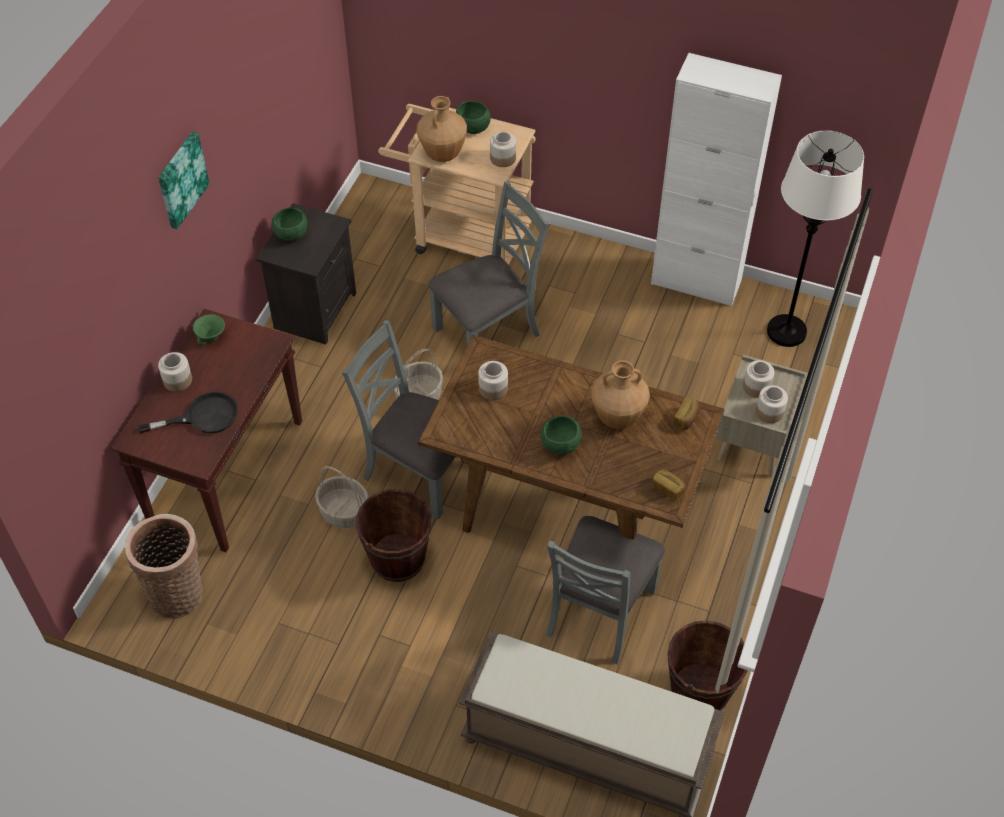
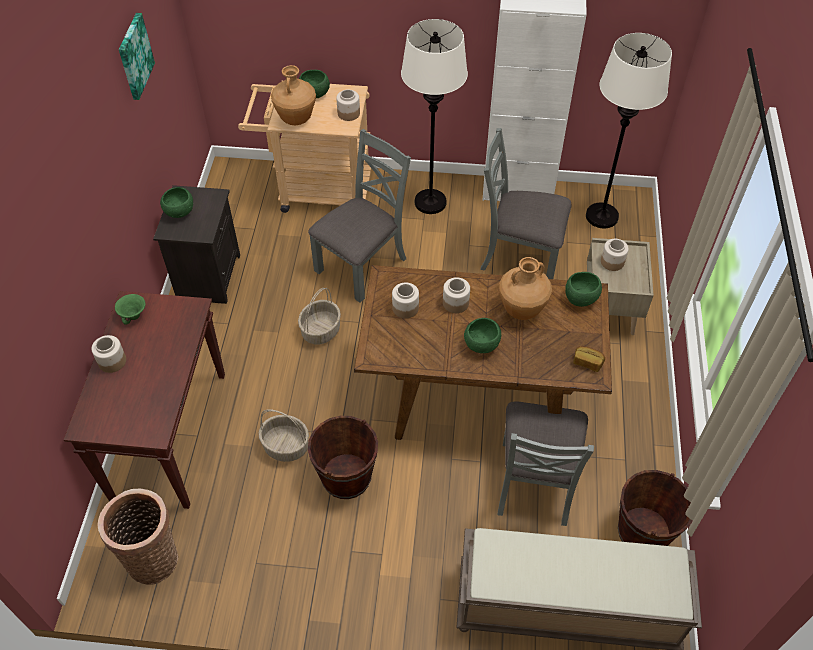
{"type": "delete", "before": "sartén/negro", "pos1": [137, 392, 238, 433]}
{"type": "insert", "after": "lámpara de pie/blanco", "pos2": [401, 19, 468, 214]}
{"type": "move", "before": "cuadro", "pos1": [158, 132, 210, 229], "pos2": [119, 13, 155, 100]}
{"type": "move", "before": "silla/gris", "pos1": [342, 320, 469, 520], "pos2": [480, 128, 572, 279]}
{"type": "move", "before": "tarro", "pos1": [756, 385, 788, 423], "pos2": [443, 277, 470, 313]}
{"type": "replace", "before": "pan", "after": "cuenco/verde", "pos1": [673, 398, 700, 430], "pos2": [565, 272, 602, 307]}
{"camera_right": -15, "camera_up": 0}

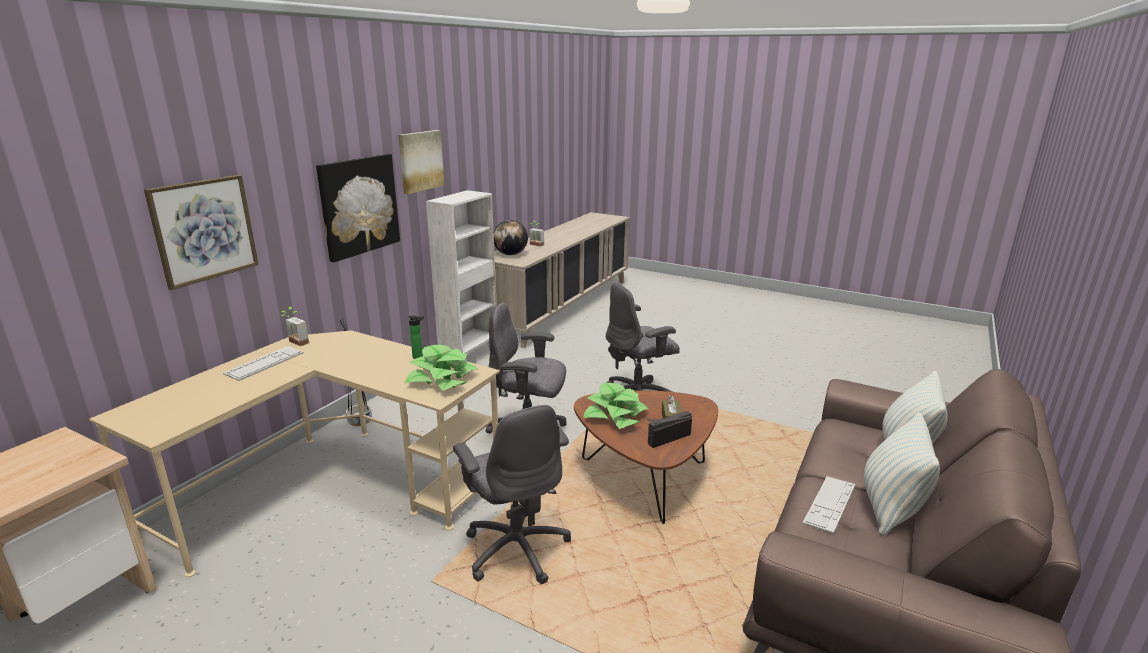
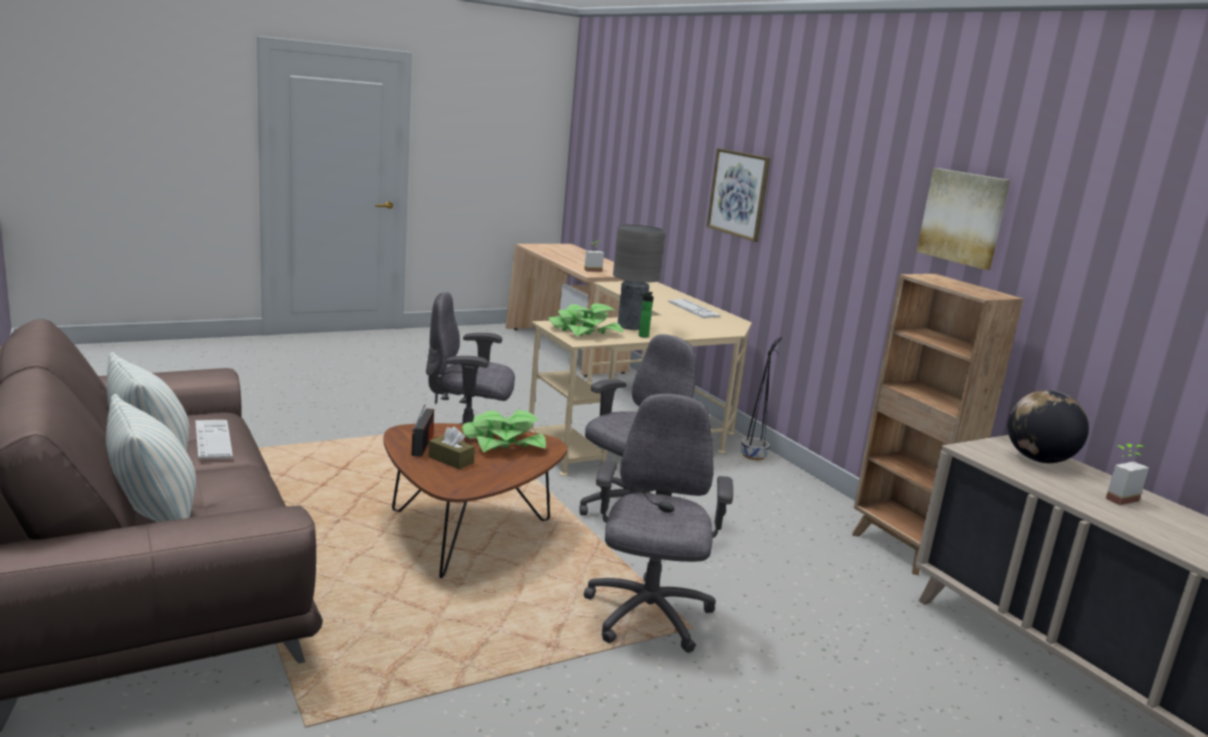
{"type": "delete", "before": "cuadro", "pos1": [316, 154, 400, 262]}
{"type": "insert", "after": "lámpara de mesa/gris", "pos2": [613, 224, 666, 330]}
{"type": "move", "before": "planta en maceta", "pos1": [281, 307, 309, 346], "pos2": [584, 241, 604, 272]}
{"type": "recolor", "before": "estantería/blanco", "after": "estantería/marrón", "pos1": [426, 190, 497, 361], "pos2": [852, 274, 1024, 575]}
{"camera_right": 120, "camera_up": -5}

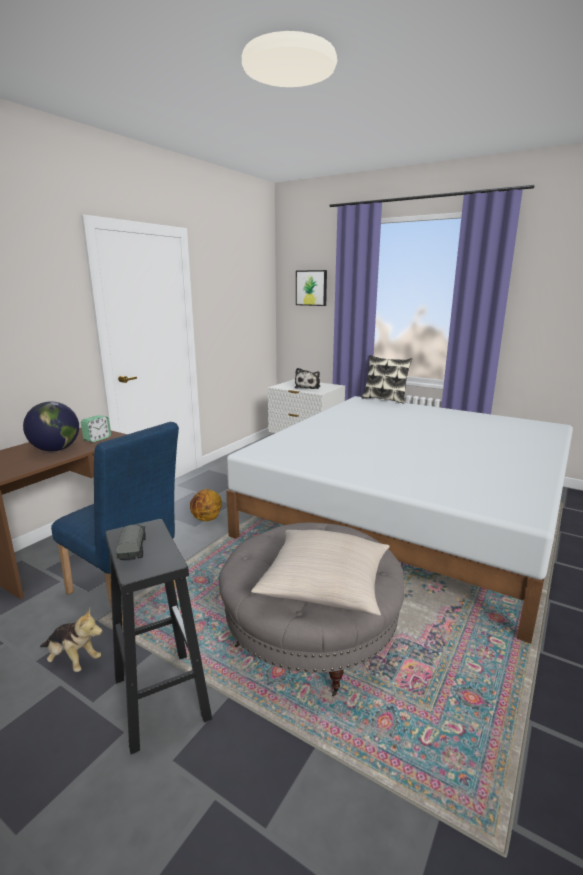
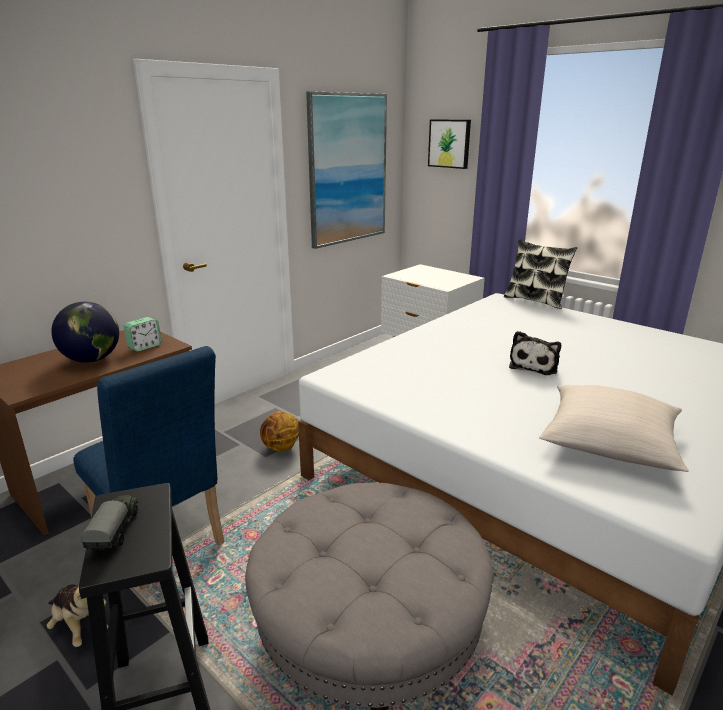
{"type": "insert", "after": "cuadro", "pos2": [306, 91, 387, 249]}
{"type": "move", "before": "cojín/beis", "pos1": [251, 530, 390, 616], "pos2": [539, 385, 689, 472]}
{"type": "move", "before": "peluche", "pos1": [295, 368, 320, 389], "pos2": [509, 331, 561, 375]}
{"camera_right": 10, "camera_up": 5}

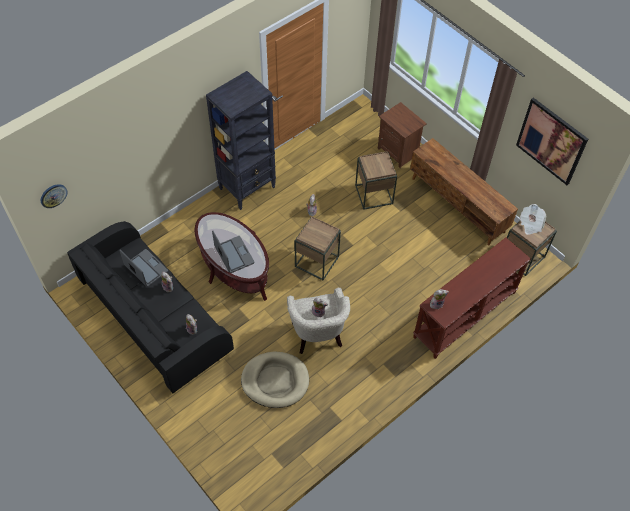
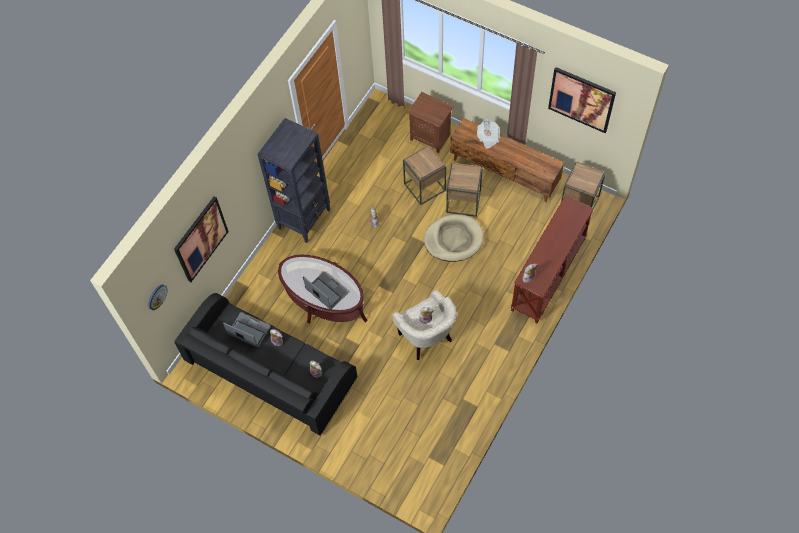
{"type": "insert", "after": "cuadro", "pos2": [174, 196, 229, 282]}
{"type": "move", "before": "cama para perro/beis", "pos1": [241, 351, 309, 408], "pos2": [424, 214, 484, 262]}
{"type": "move", "before": "mesa auxiliar/marrón", "pos1": [295, 216, 341, 280], "pos2": [446, 163, 483, 217]}
{"type": "move", "before": "periódico", "pos1": [520, 204, 547, 235], "pos2": [477, 119, 500, 149]}
{"camera_right": -15, "camera_up": 5}

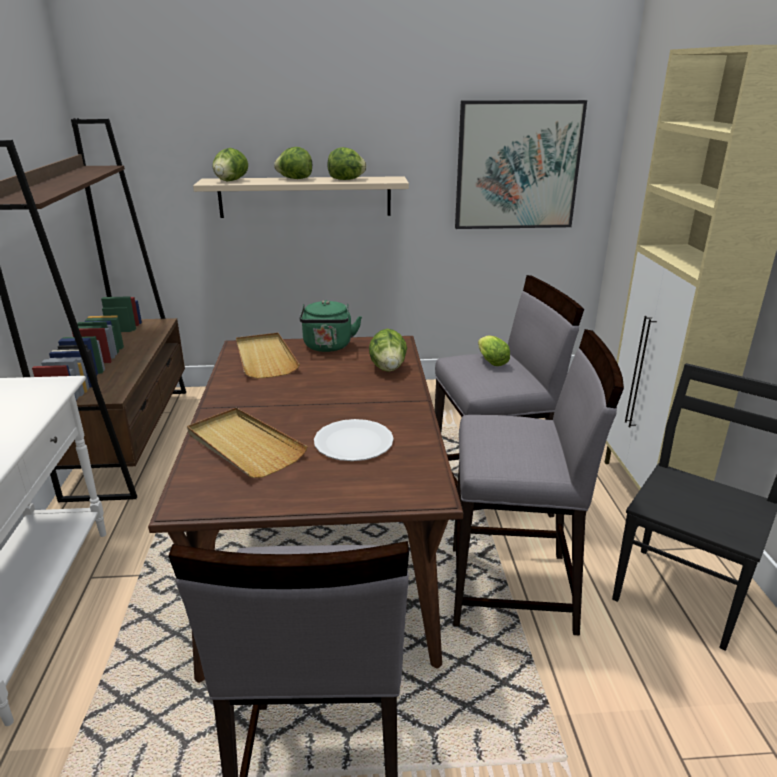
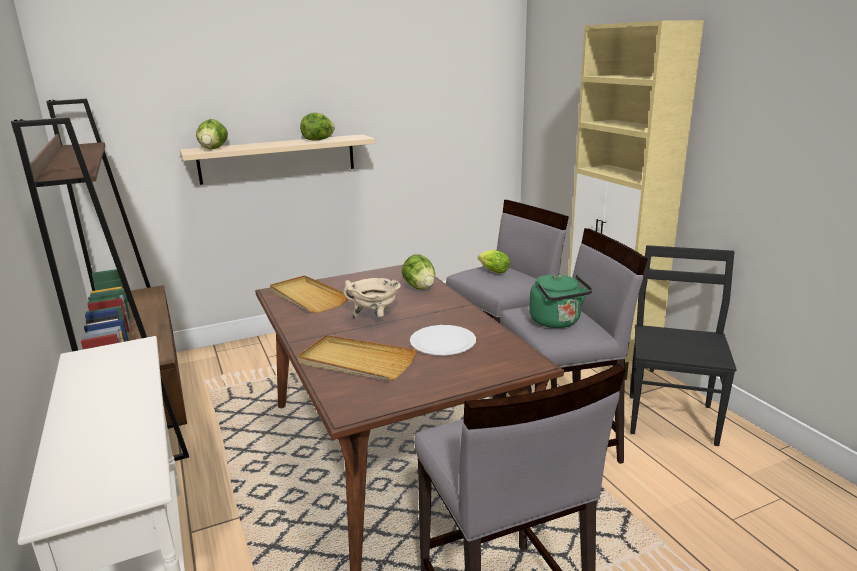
{"type": "delete", "before": "lechuga", "pos1": [274, 147, 312, 179]}
{"type": "delete", "before": "cuadro", "pos1": [455, 100, 587, 229]}
{"type": "insert", "after": "olla/beis", "pos2": [344, 278, 401, 319]}
{"type": "move", "before": "hervidor/verde", "pos1": [300, 300, 362, 352], "pos2": [529, 274, 593, 328]}
{"camera_right": -20, "camera_up": -5}

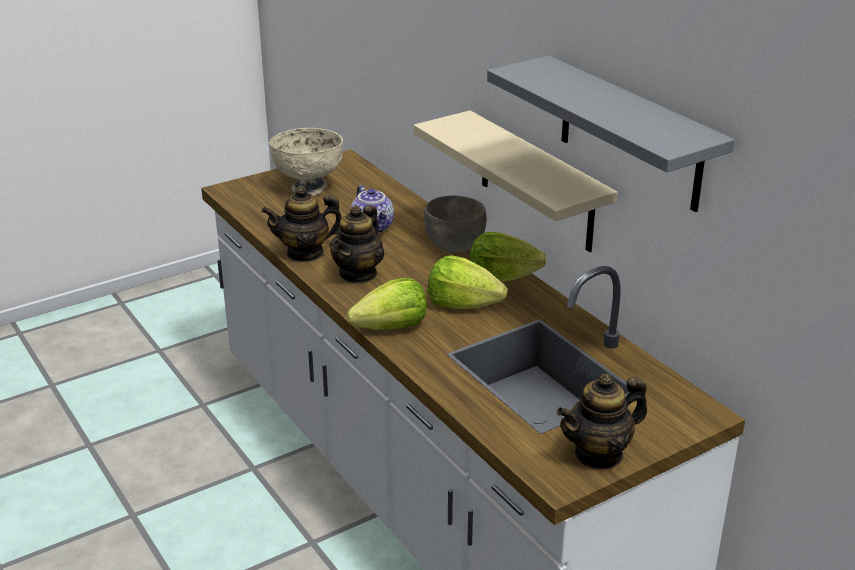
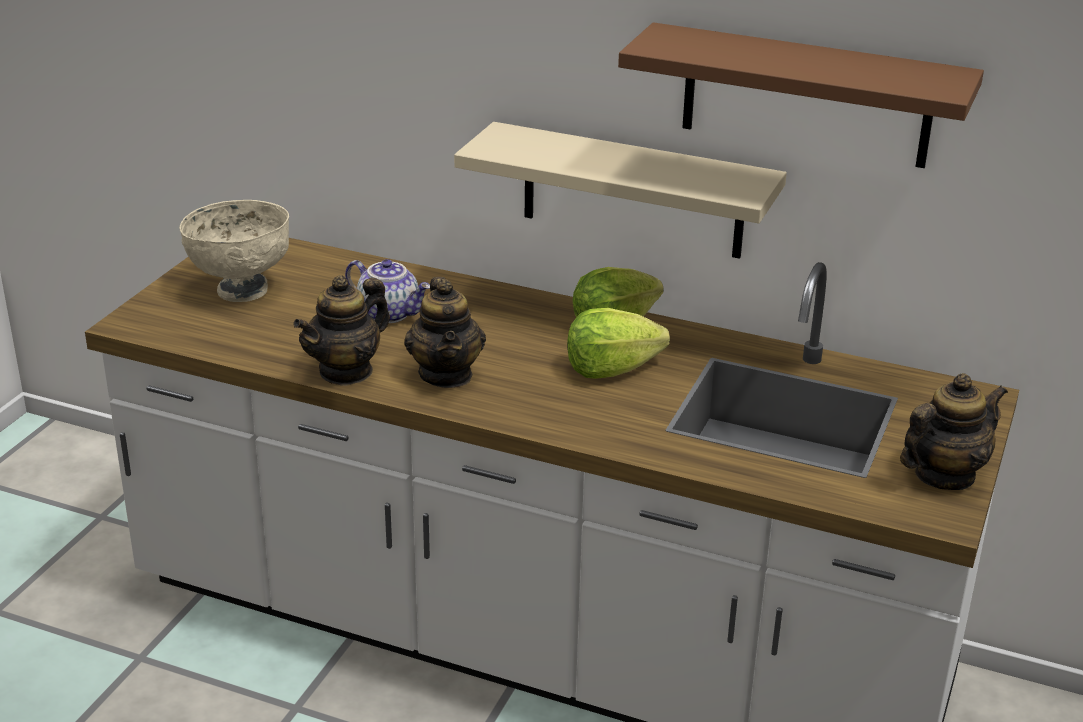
{"type": "delete", "before": "lechuga", "pos1": [347, 278, 427, 330]}
{"type": "delete", "before": "cuenco/gris", "pos1": [424, 195, 487, 253]}
{"type": "recolor", "before": "estante/gris", "after": "estante/marrón", "pos1": [487, 56, 735, 212], "pos2": [618, 22, 984, 168]}
{"type": "rotate", "before": "tetera", "pos1": [557, 374, 647, 470], "pos2": [900, 373, 1008, 490], "turn": -150}
{"camera_right": -35, "camera_up": 0}

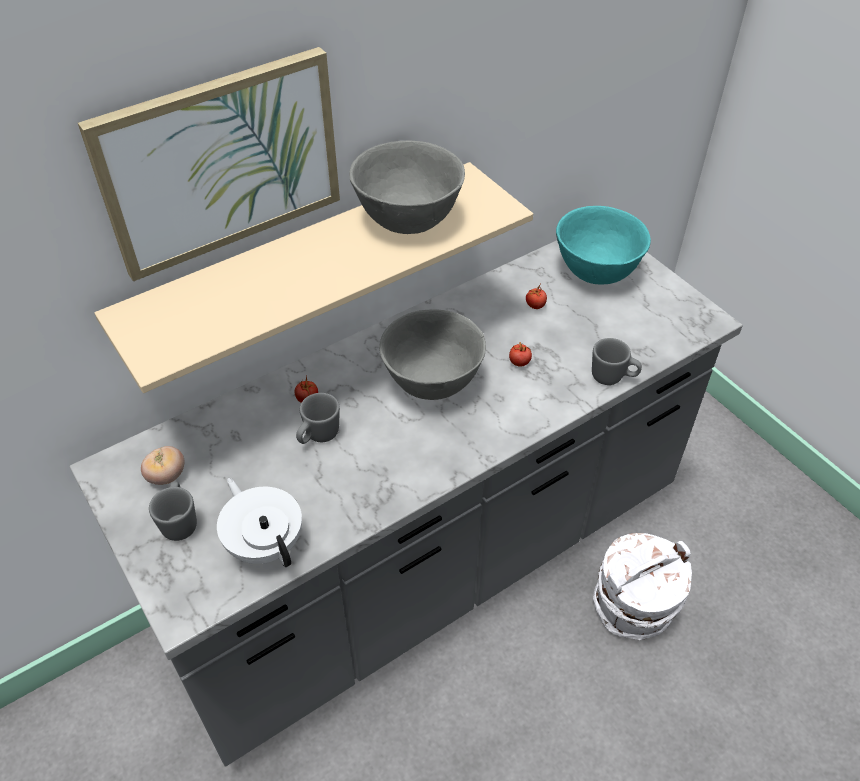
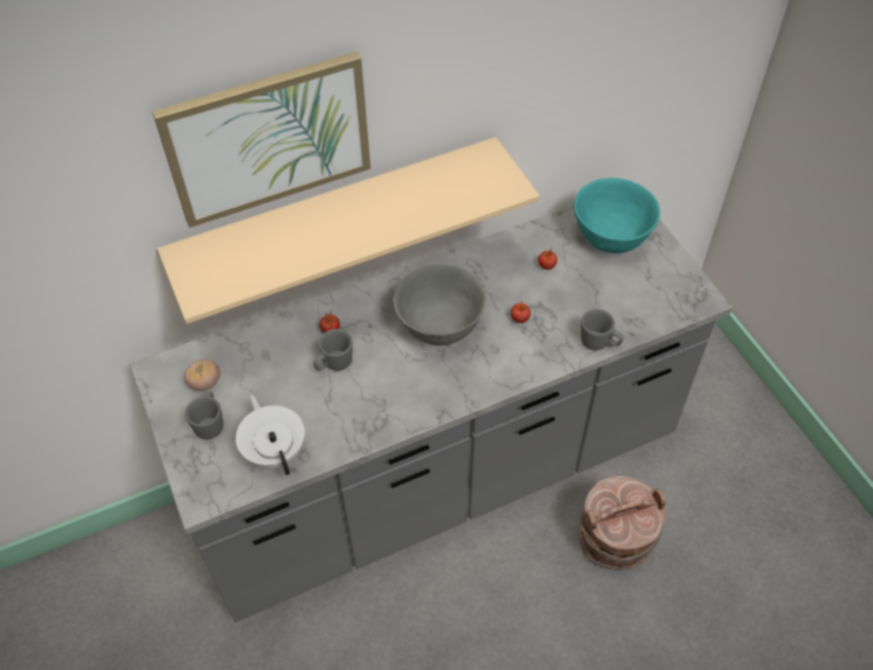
{"type": "delete", "before": "cuenco/gris", "pos1": [349, 141, 465, 234]}
{"type": "recolor", "before": "cubo/blanco", "after": "cubo/marrón", "pos1": [593, 533, 692, 640], "pos2": [578, 476, 666, 571]}
{"camera_right": 10, "camera_up": 5}

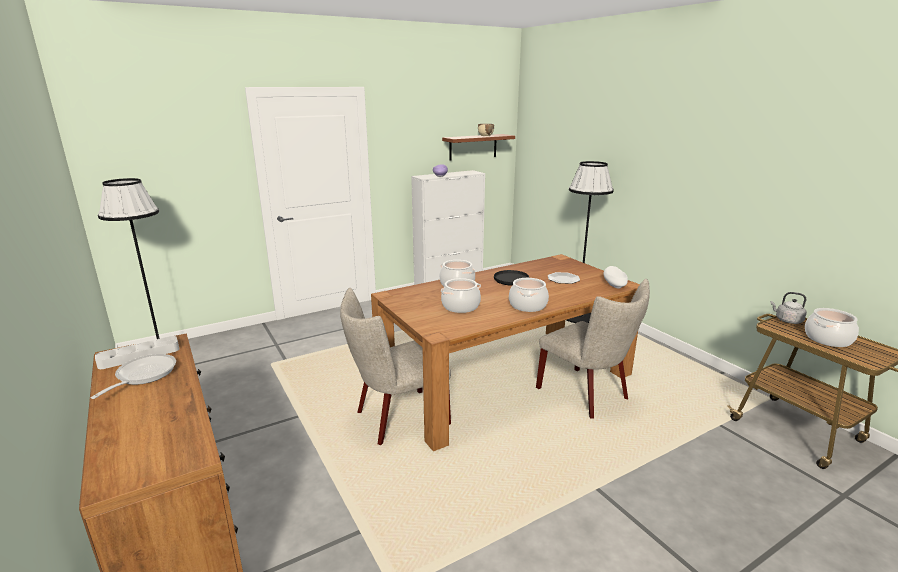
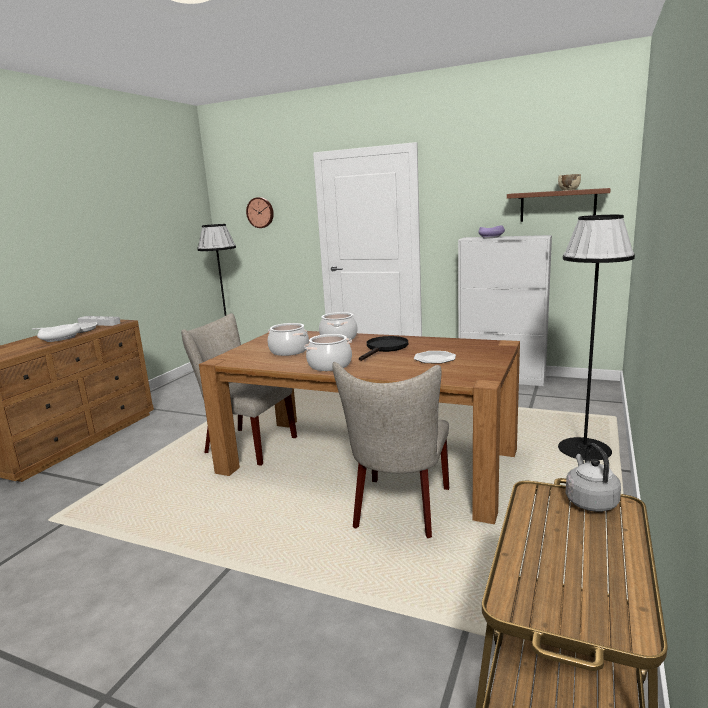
{"type": "delete", "before": "olla", "pos1": [805, 308, 859, 347]}
{"type": "insert", "after": "reloj de pared", "pos2": [246, 197, 274, 228]}
{"type": "move", "before": "cuenco/blanco", "pos1": [603, 266, 628, 289], "pos2": [37, 323, 81, 342]}
{"camera_right": 55, "camera_up": -5}

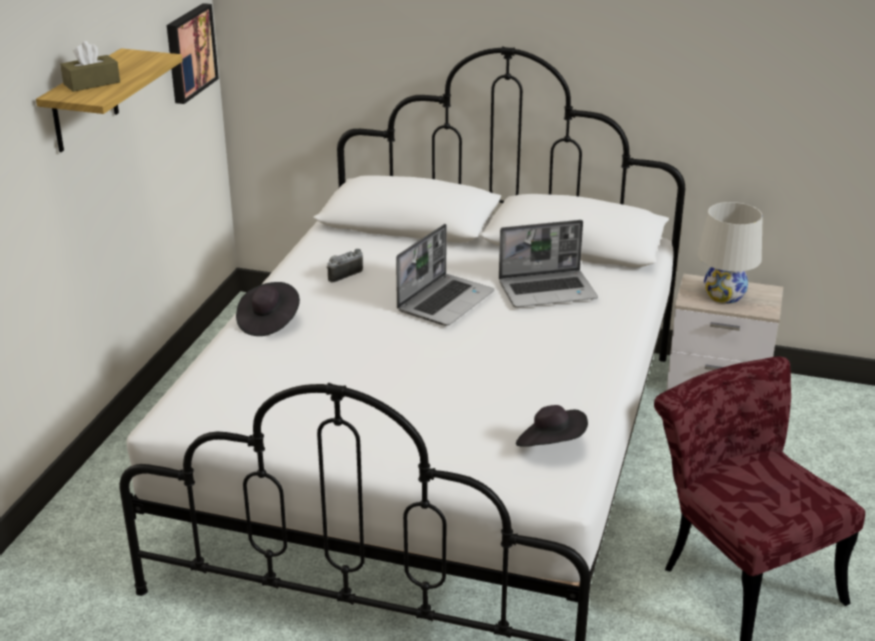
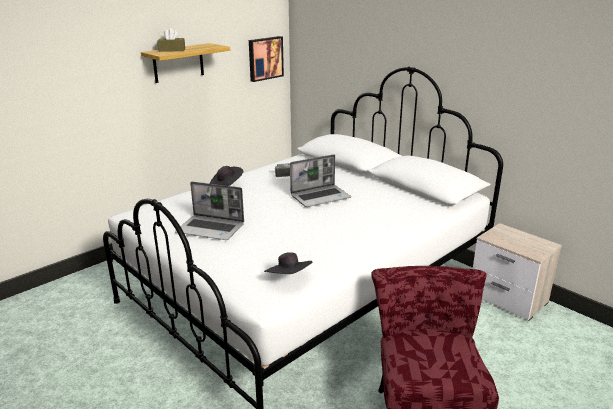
{"type": "delete", "before": "lámpara de mesa/blanco", "pos1": [697, 202, 763, 304]}
{"type": "move", "before": "portátil", "pos1": [499, 220, 598, 307], "pos2": [175, 181, 244, 240]}
{"camera_right": 30, "camera_up": -5}

